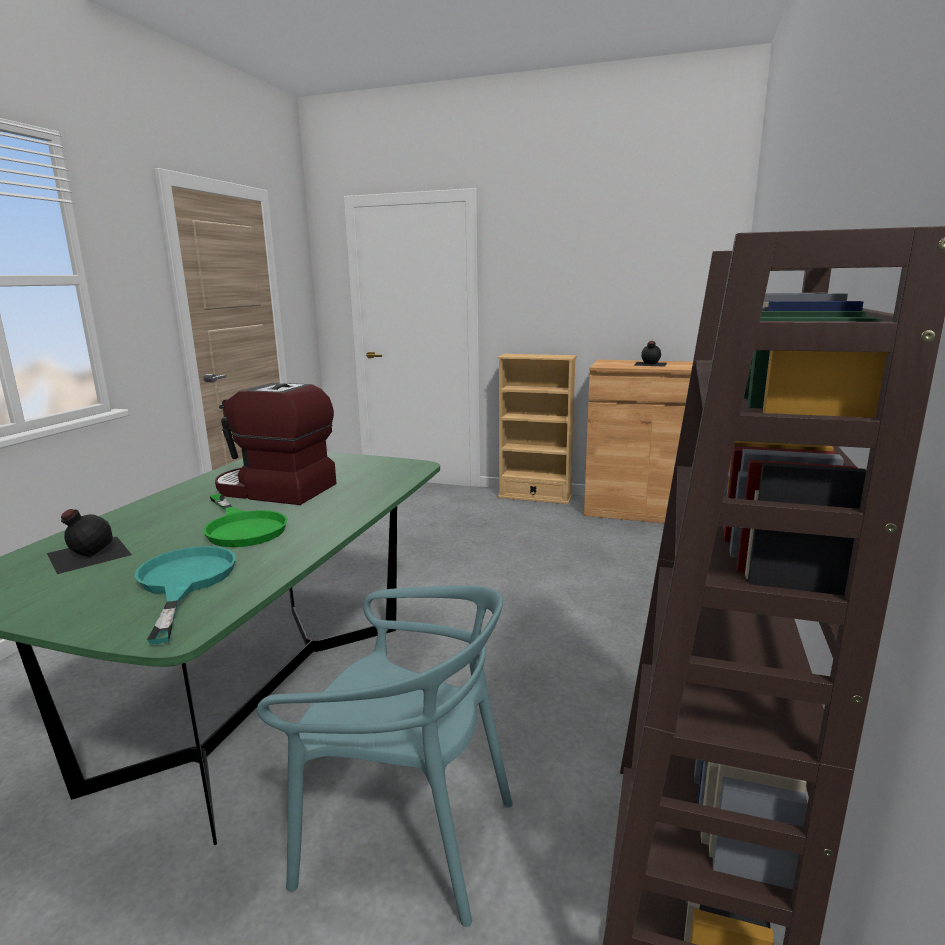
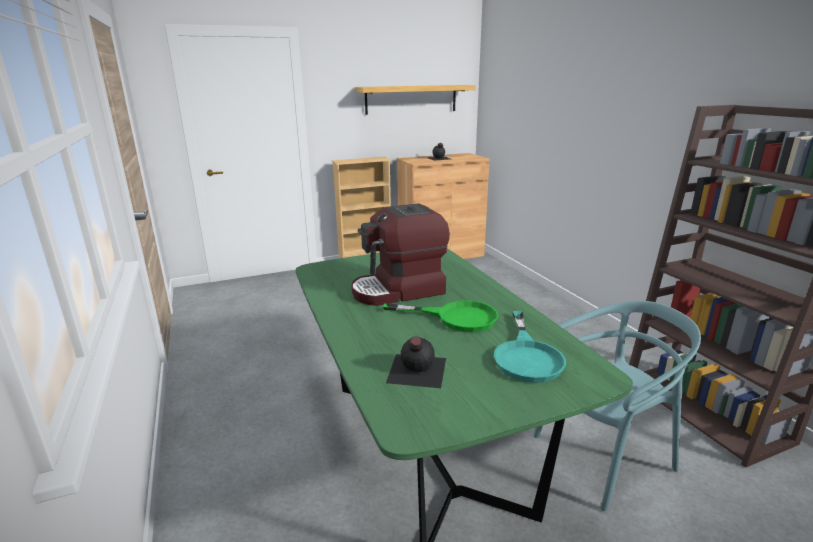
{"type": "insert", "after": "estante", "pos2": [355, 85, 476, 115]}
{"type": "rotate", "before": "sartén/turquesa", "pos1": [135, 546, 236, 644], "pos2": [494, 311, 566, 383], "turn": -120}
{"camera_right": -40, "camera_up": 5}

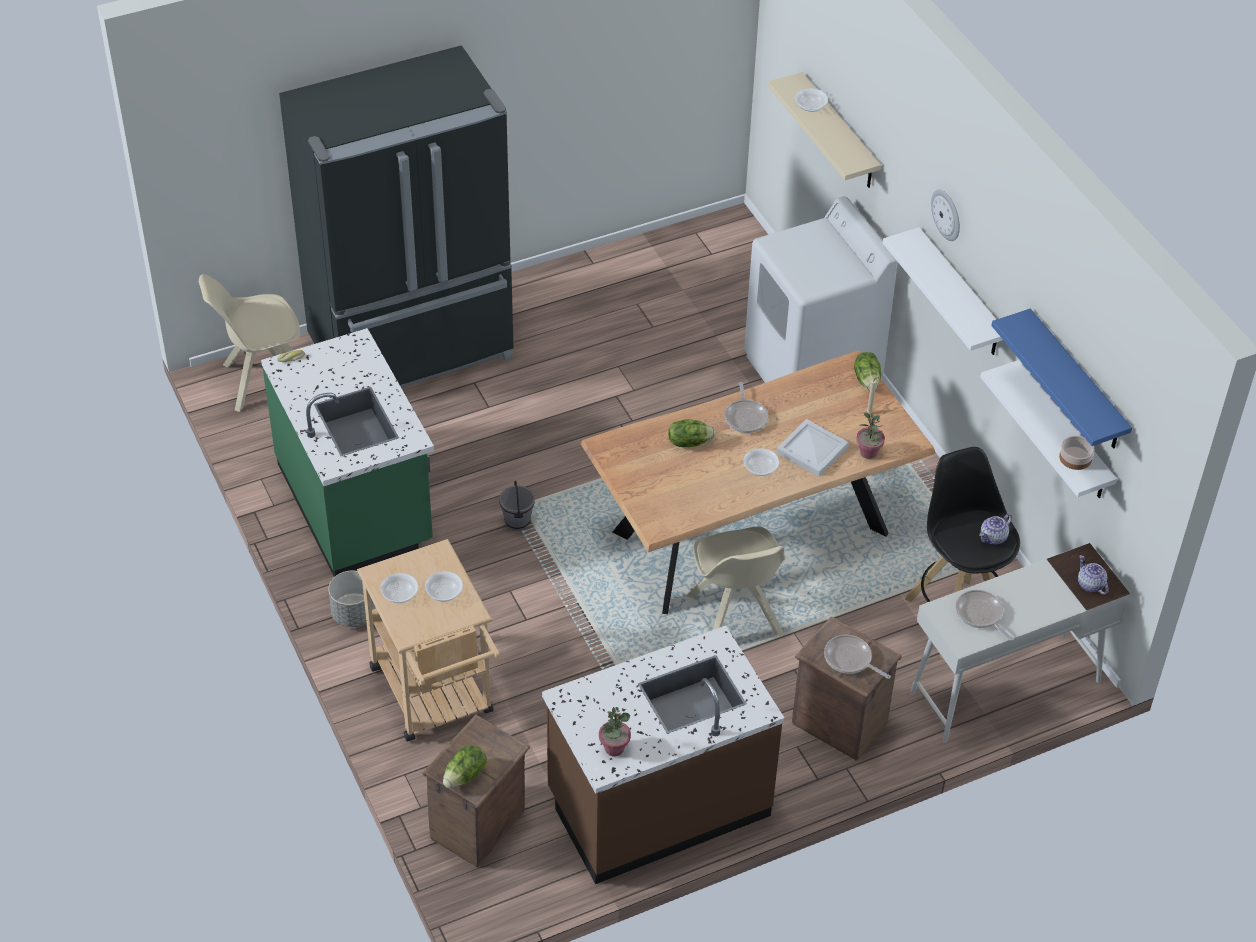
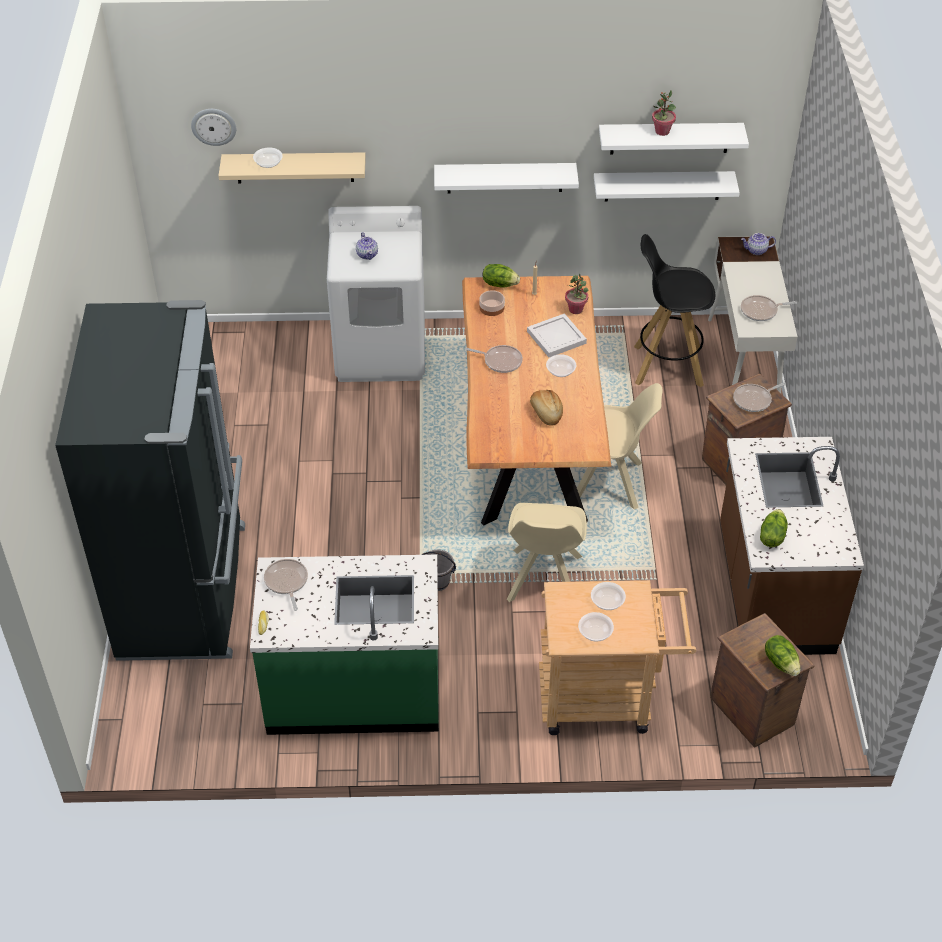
{"type": "delete", "before": "maceta/gris", "pos1": [328, 571, 376, 627]}
{"type": "insert", "after": "sartén", "pos2": [264, 559, 308, 611]}
{"type": "insert", "after": "pan", "pos2": [530, 390, 563, 426]}
{"type": "move", "before": "silla/beis", "pos1": [199, 274, 300, 412], "pos2": [507, 503, 587, 603]}
{"type": "move", "before": "planta en maceta", "pos1": [599, 707, 631, 757], "pos2": [652, 91, 676, 136]}
{"type": "move", "before": "lechuga", "pos1": [668, 419, 716, 448], "pos2": [760, 509, 788, 547]}
{"type": "move", "before": "reloj de pared", "pos1": [931, 190, 960, 241], "pos2": [191, 109, 236, 146]}
{"type": "move", "before": "tetera", "pos1": [980, 513, 1012, 545], "pos2": [356, 232, 378, 260]}
{"type": "move", "before": "cuenco", "pos1": [1059, 436, 1095, 470], "pos2": [479, 290, 505, 316]}
{"type": "recolor", "before": "estante/azul", "after": "estante/blanco", "pos1": [991, 309, 1132, 449], "pos2": [599, 123, 749, 155]}
{"camera_right": -65, "camera_up": 0}

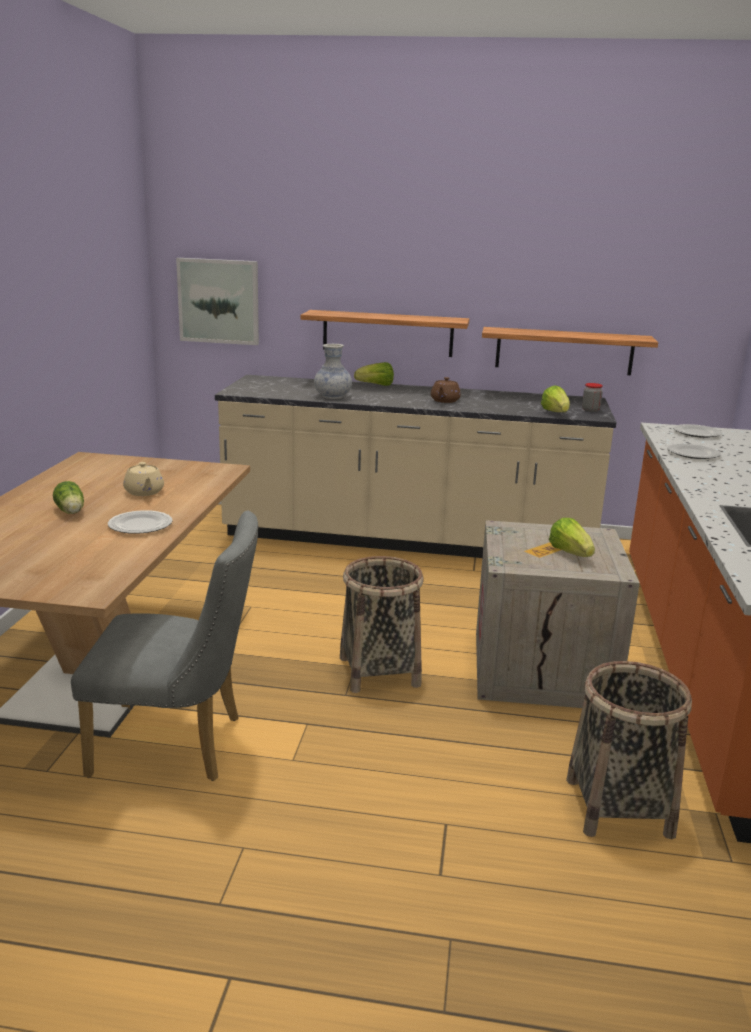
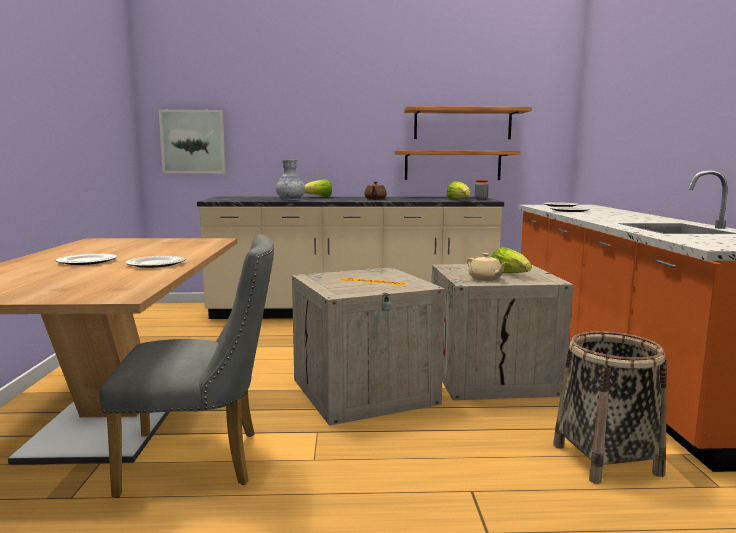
{"type": "move", "before": "tetera/beis", "pos1": [123, 462, 164, 496], "pos2": [467, 253, 507, 281]}
{"type": "move", "before": "estante", "pos1": [300, 310, 469, 357], "pos2": [404, 106, 532, 139]}
{"type": "replace", "before": "lechuga", "after": "plato", "pos1": [53, 481, 84, 514], "pos2": [56, 253, 117, 265]}
{"type": "replace", "before": "cesta", "after": "caja de embalaje", "pos1": [340, 556, 424, 693], "pos2": [292, 268, 445, 426]}
{"camera_right": -10, "camera_up": -10}

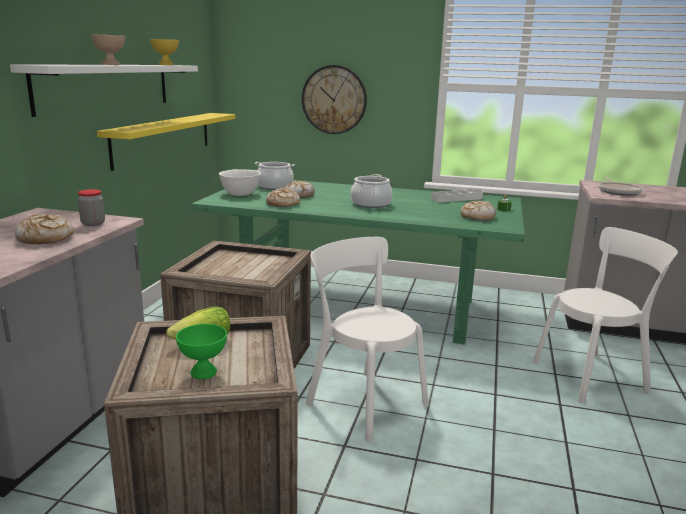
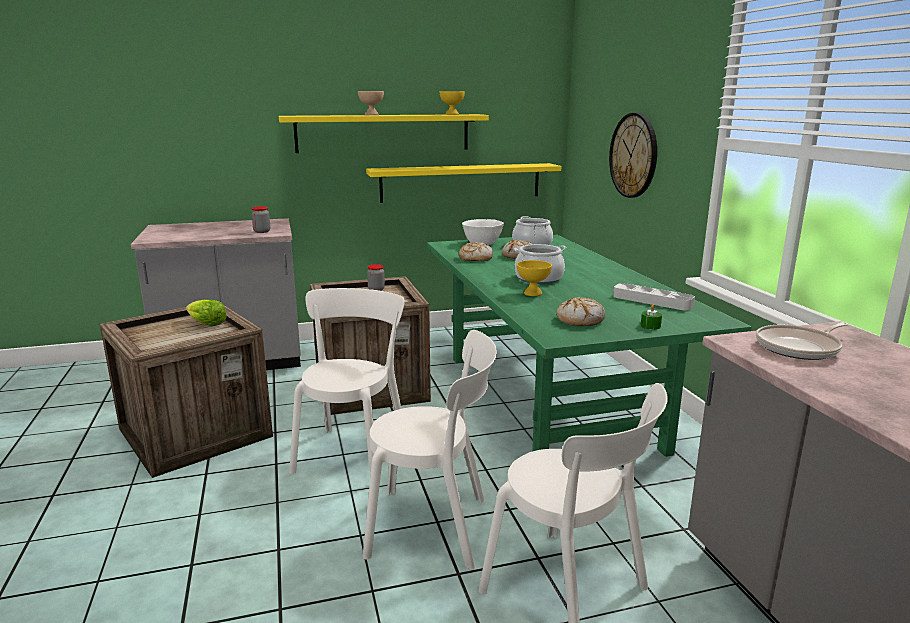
{"type": "delete", "before": "pan", "pos1": [15, 214, 74, 244]}
{"type": "delete", "before": "cuenco/verde", "pos1": [176, 324, 227, 379]}
{"type": "insert", "after": "silla/blanco", "pos2": [363, 330, 497, 570]}
{"type": "insert", "after": "tarro", "pos2": [367, 264, 385, 291]}
{"type": "insert", "after": "cuenco/amarillo", "pos2": [517, 260, 552, 296]}
{"type": "recolor", "before": "estante/blanco", "after": "estante/amarillo", "pos1": [10, 64, 198, 117], "pos2": [279, 114, 489, 153]}
{"camera_right": 60, "camera_up": 0}

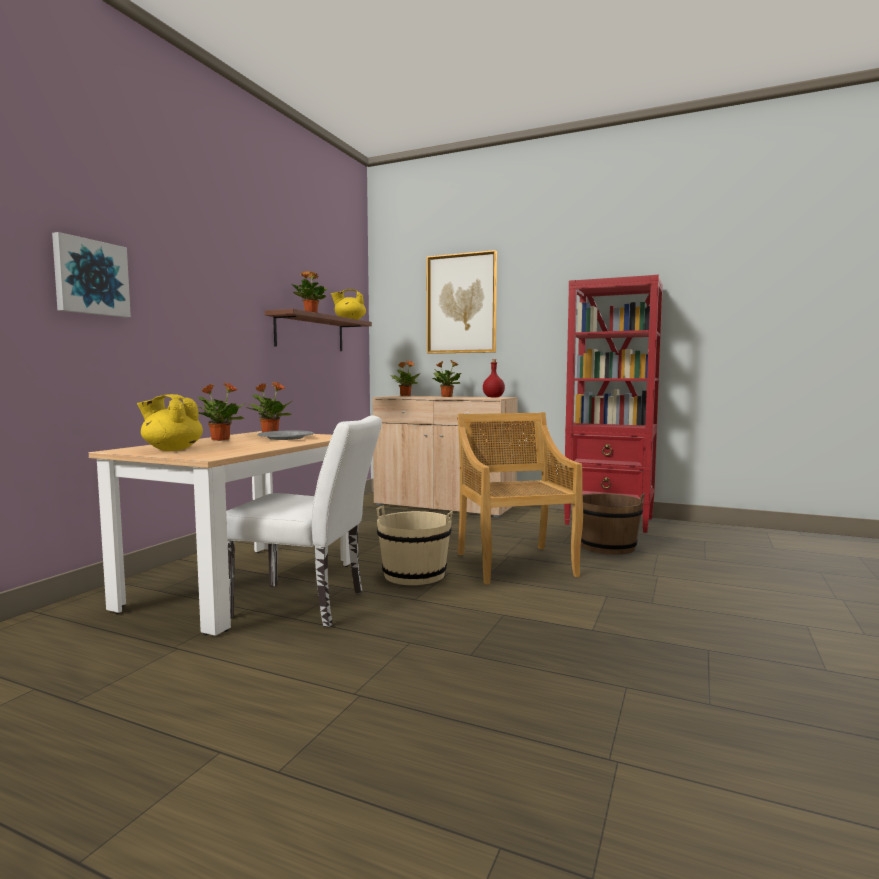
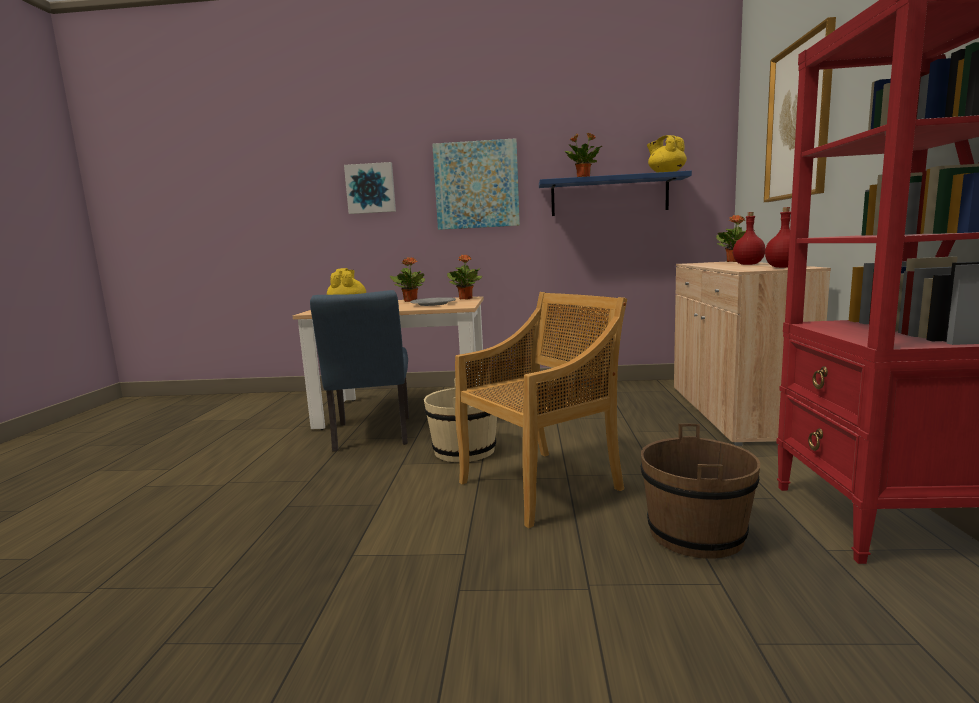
{"type": "insert", "after": "cuadro", "pos2": [432, 138, 520, 230]}
{"type": "replace", "before": "planta en maceta", "after": "botella/rojo", "pos1": [432, 360, 461, 397], "pos2": [733, 212, 765, 265]}
{"type": "recolor", "before": "silla/blanco", "after": "silla/azul", "pos1": [226, 416, 382, 627], "pos2": [310, 290, 409, 452]}
{"type": "recolor", "before": "estante/marrón", "after": "estante/azul", "pos1": [265, 309, 372, 351], "pos2": [539, 171, 692, 216]}
{"camera_right": 70, "camera_up": 5}

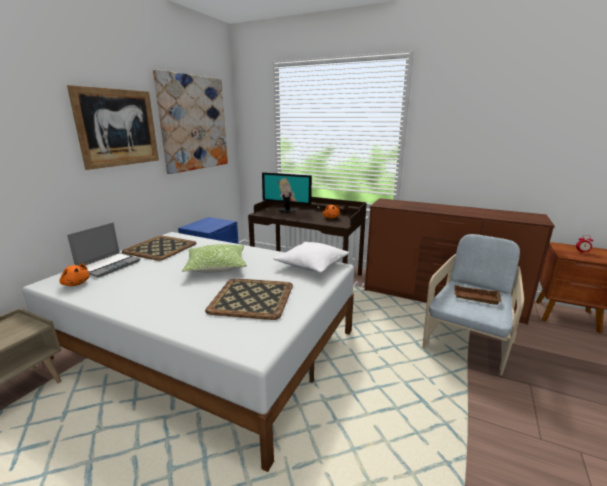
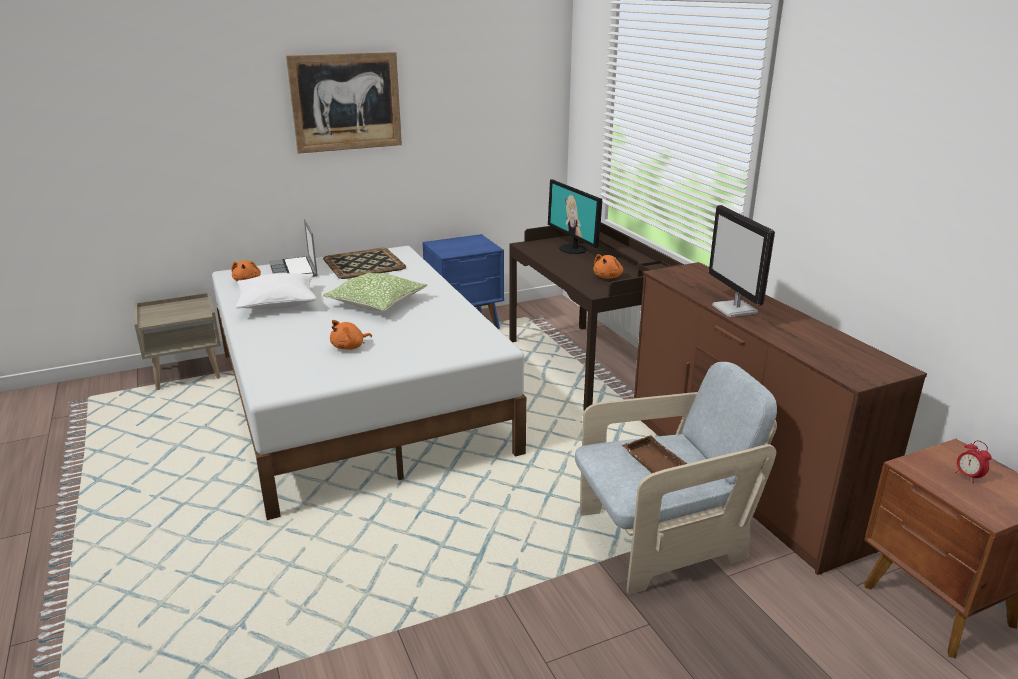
{"type": "delete", "before": "cuadro", "pos1": [153, 69, 228, 174]}
{"type": "insert", "after": "monitor", "pos2": [709, 205, 775, 317]}
{"type": "move", "before": "cojín/blanco", "pos1": [273, 242, 349, 273], "pos2": [235, 273, 317, 310]}
{"type": "replace", "before": "bandeja", "after": "peluche/naranja", "pos1": [205, 278, 293, 320], "pos2": [330, 320, 372, 350]}
{"type": "rotate", "before": "portátil", "pos1": [67, 222, 140, 278], "pos2": [269, 219, 318, 277], "turn": 90}
{"camera_right": 40, "camera_up": 5}

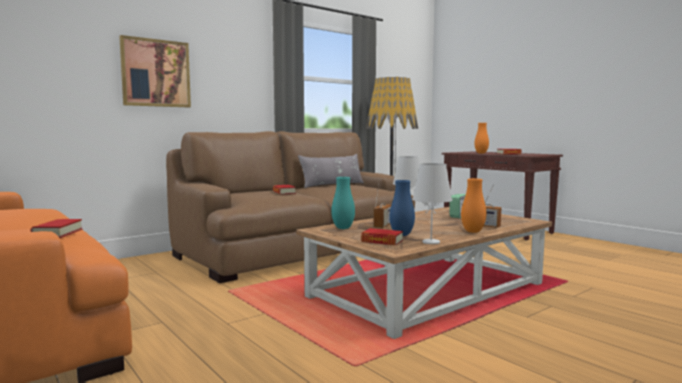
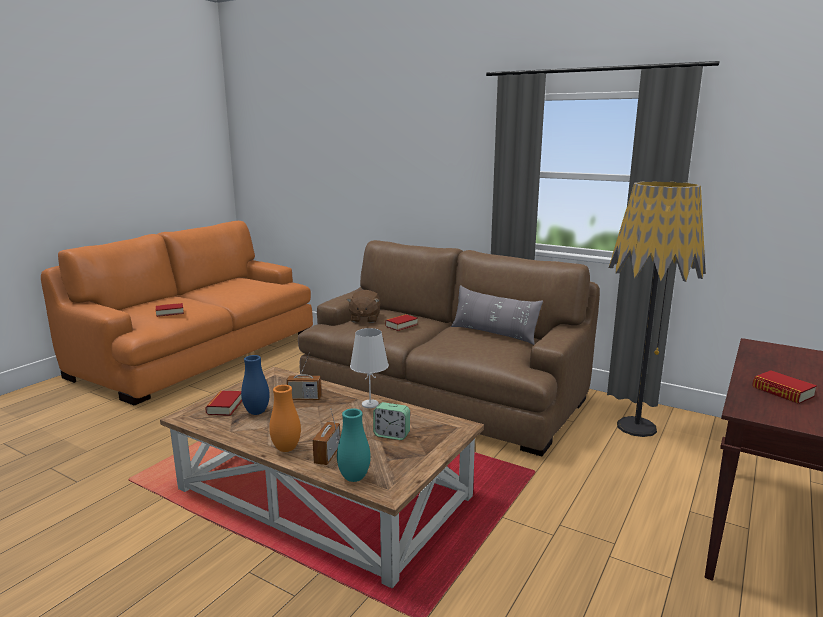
{"type": "delete", "before": "cuadro", "pos1": [119, 35, 191, 107]}
{"type": "delete", "before": "lámpara de mesa/blanco", "pos1": [412, 163, 452, 244]}
{"type": "delete", "before": "florero/naranja", "pos1": [474, 123, 489, 154]}
{"type": "insert", "after": "peluche/marrón", "pos2": [347, 290, 380, 323]}
{"type": "move", "before": "florero/turquesa", "pos1": [331, 177, 355, 229], "pos2": [337, 409, 371, 482]}
{"camera_right": 70, "camera_up": 10}

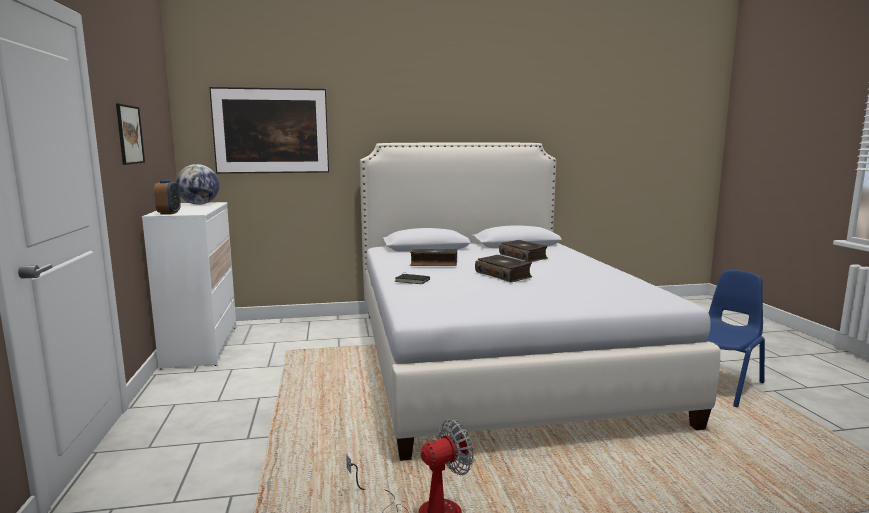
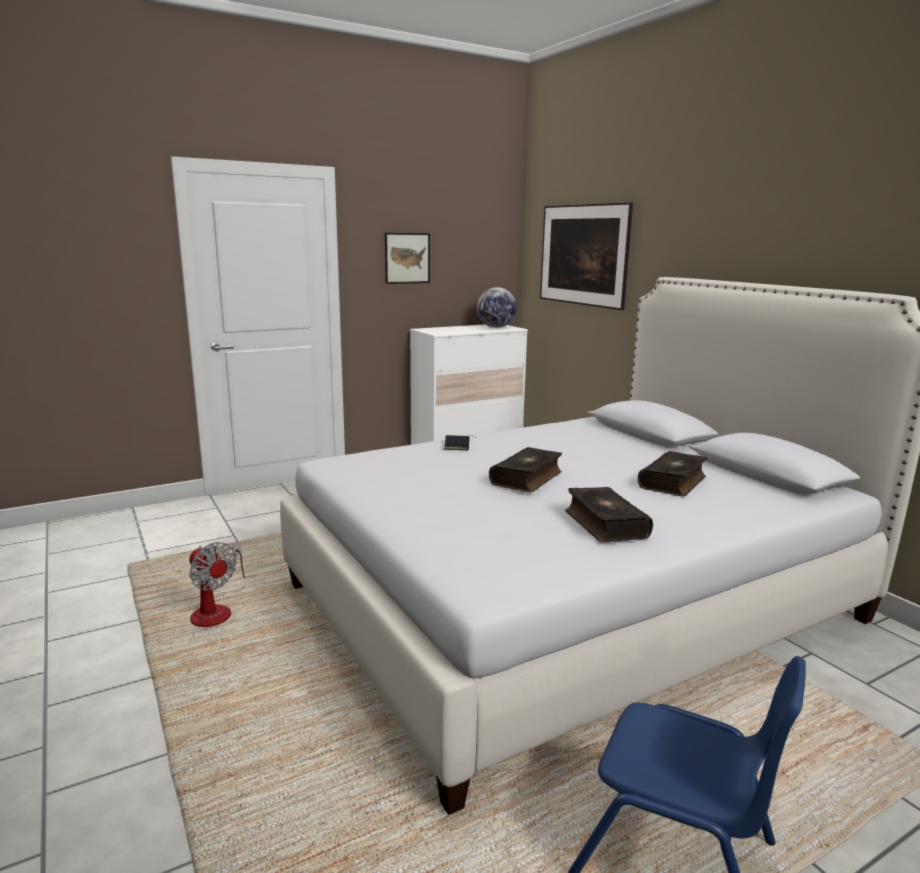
{"type": "delete", "before": "despertador", "pos1": [154, 180, 181, 215]}
{"type": "move", "before": "libro", "pos1": [410, 249, 458, 266], "pos2": [565, 487, 653, 543]}
{"camera_right": 70, "camera_up": 5}

